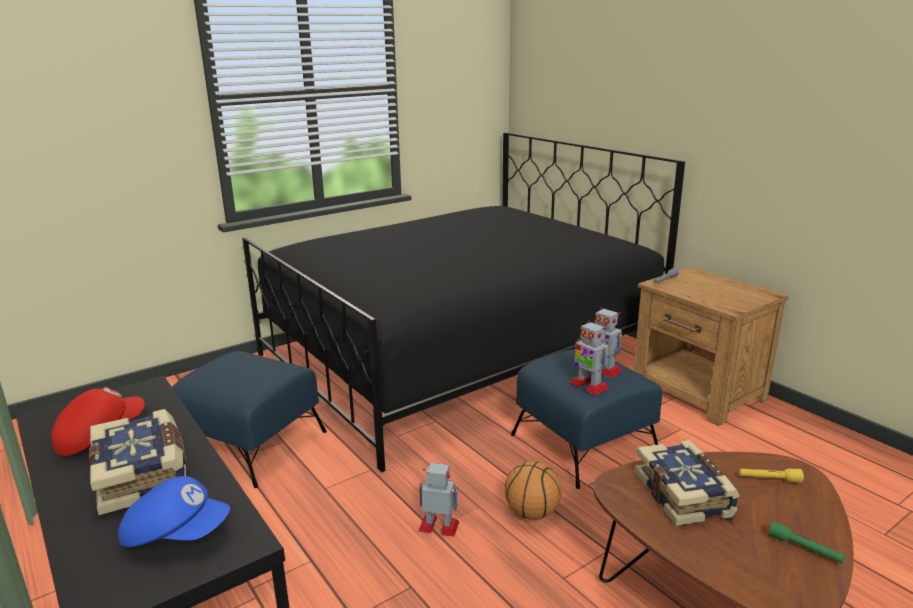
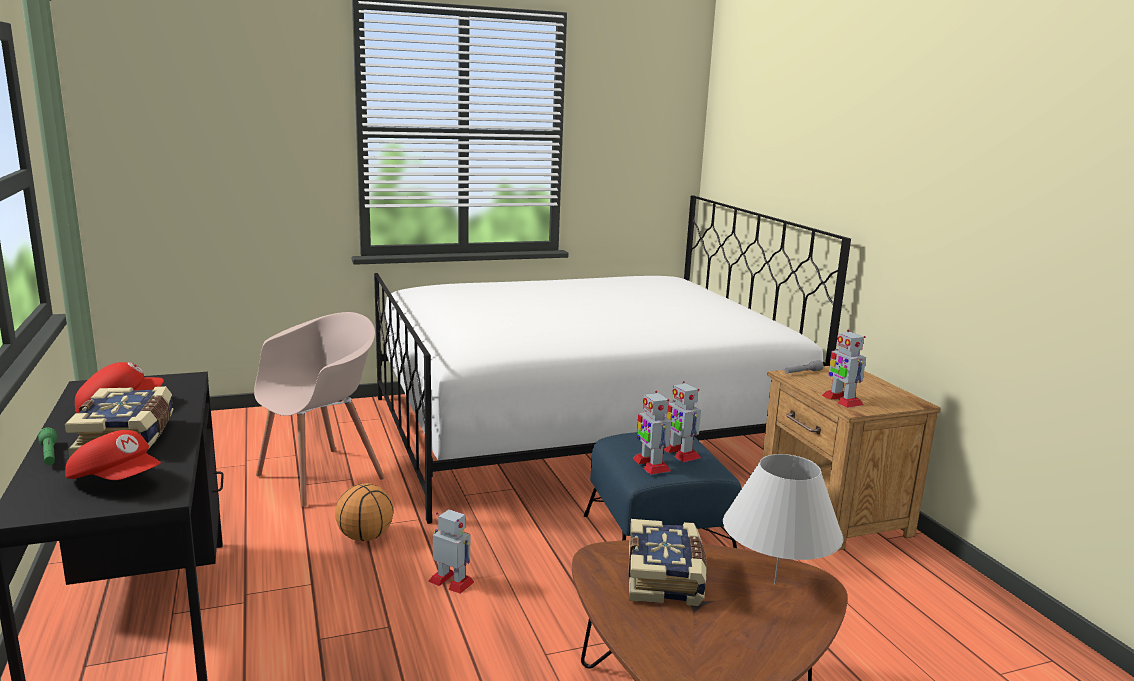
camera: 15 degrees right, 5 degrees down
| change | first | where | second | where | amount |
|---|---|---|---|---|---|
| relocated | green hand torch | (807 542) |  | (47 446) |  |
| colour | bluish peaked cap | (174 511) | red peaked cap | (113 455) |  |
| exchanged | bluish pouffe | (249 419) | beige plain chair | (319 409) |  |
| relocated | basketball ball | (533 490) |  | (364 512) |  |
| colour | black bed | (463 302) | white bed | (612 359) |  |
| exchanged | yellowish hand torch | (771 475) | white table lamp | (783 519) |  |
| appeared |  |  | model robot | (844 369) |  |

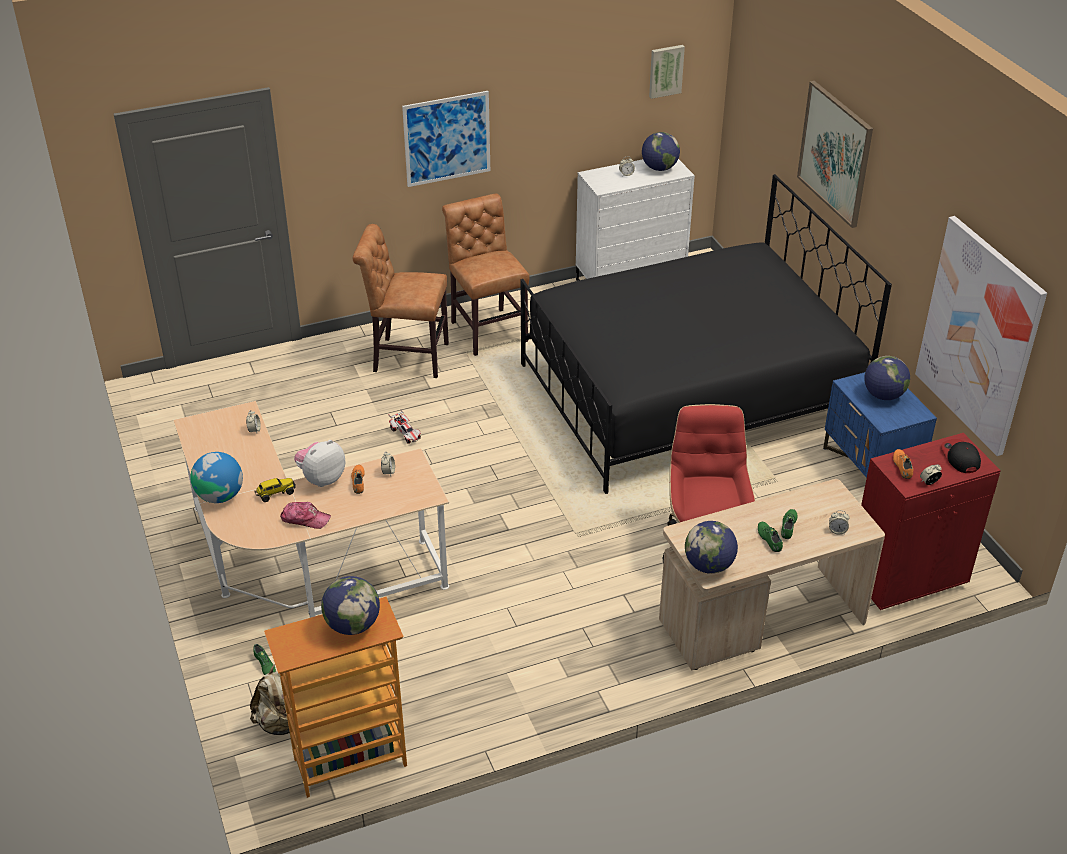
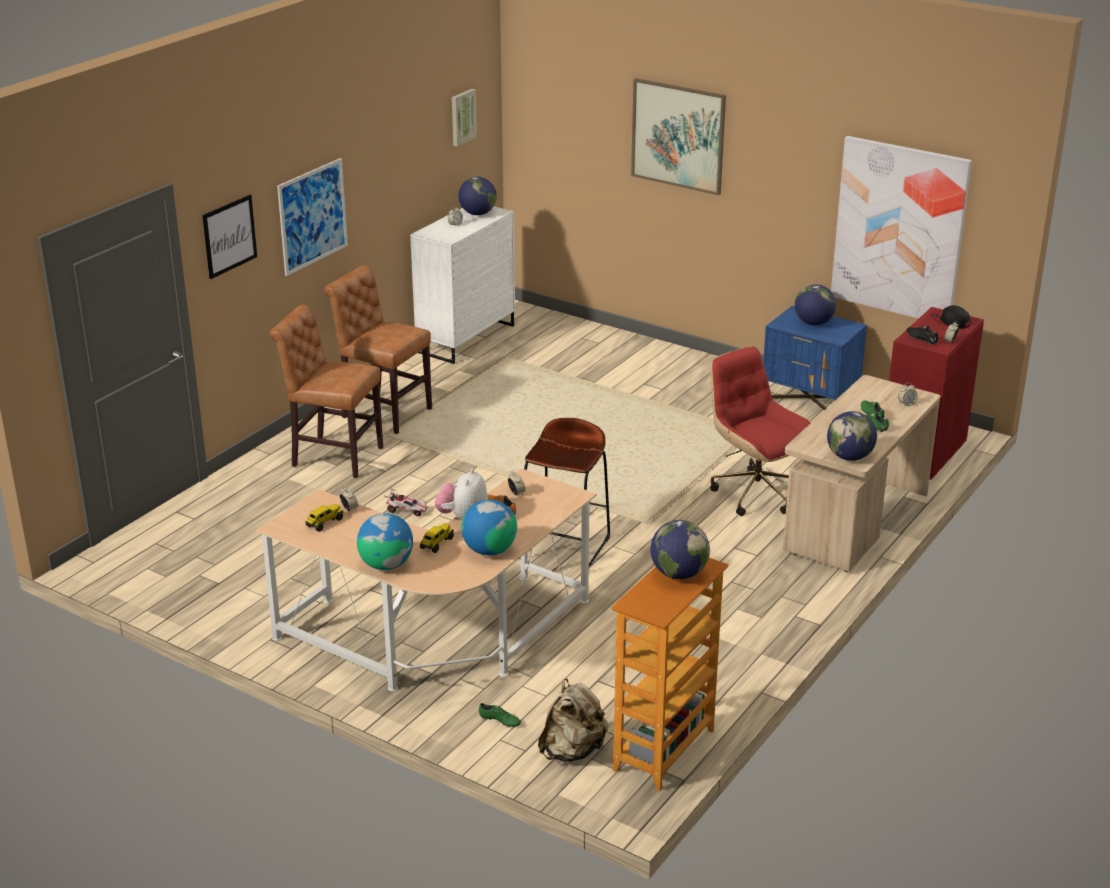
camera: 35 degrees left, 10 degrees down
| change | first | where | second | where | amount |
|---|---|---|---|---|---|
| appeared |  |  | wall art | (229 237) |  |
| spun | brown-coloured plain chair | (401 301) |  | (326 391) | 45 degrees clockwise |
| appeared |  |  | toy truck | (324 518) |  |
| exchanged | peaked cap | (305 515) | world globe | (489 527) |  |
| appeared |  |  | brown-coloured sitting stool | (564 492) |  |
| colour | orange item of footwear | (903 464) | black item of footwear | (922 335) |  |
| missing | black bed | (706 334) |  |  |  |

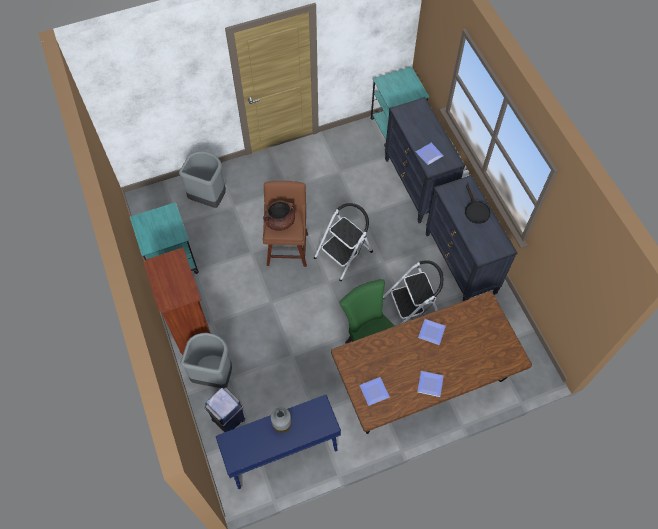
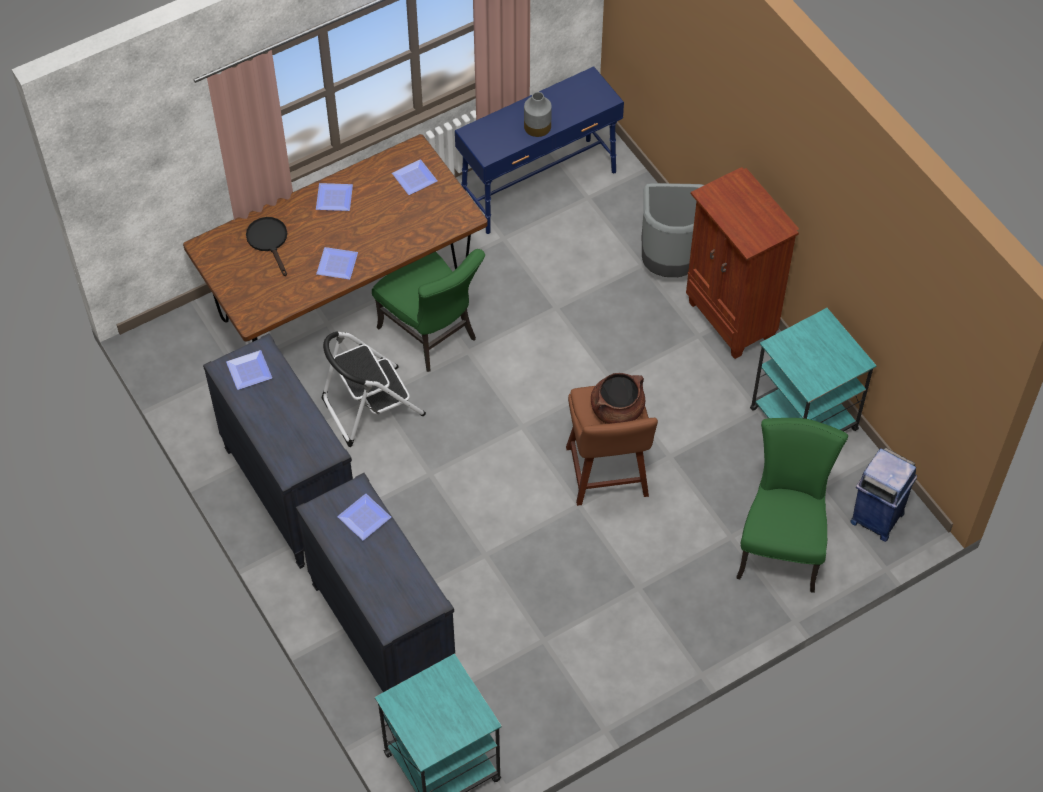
camera: 170 degrees right, 5 degrees down
| change | first | where | second | where | amount |
|---|---|---|---|---|---|
| appeared |  |  | dinner plate | (249 370) |  |
| relocated | black skillet | (478 204) |  | (266 246) |  |
| exchanged | grey trash can | (202 180) | green plain chair | (792 505) |  |
| relocated | bluish trash can | (224 409) |  | (883 495) |  |
| missing | step ladder | (343 242) |  |  |  |

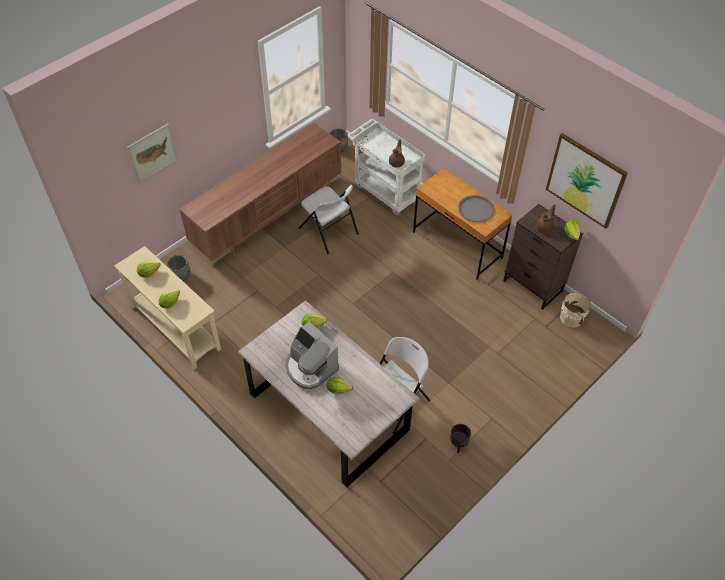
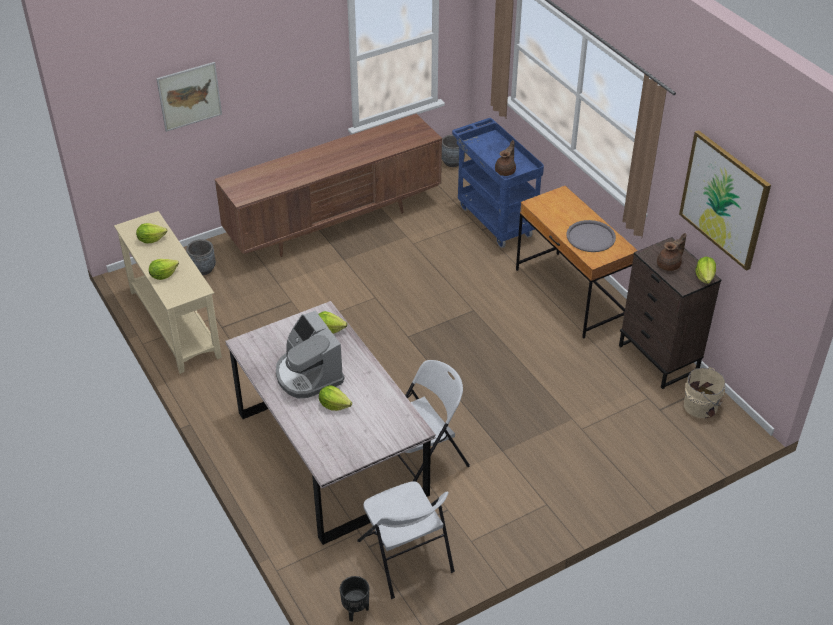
camera: 15 degrees right, 10 degrees down
| change | first | where | second | where | amount |
|---|---|---|---|---|---|
| relocated | black plant pot | (460 438) |  | (354 599) |  |
| relocated | white plain chair | (328 220) |  | (406 540) |  |
| colour | white cart | (386 167) | bluish cart | (498 183) |  |

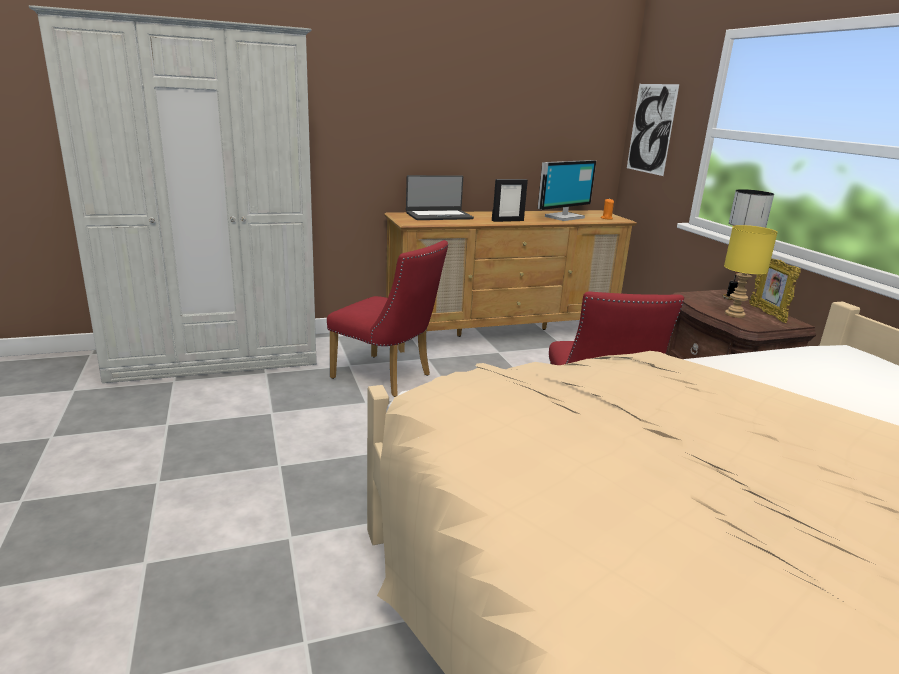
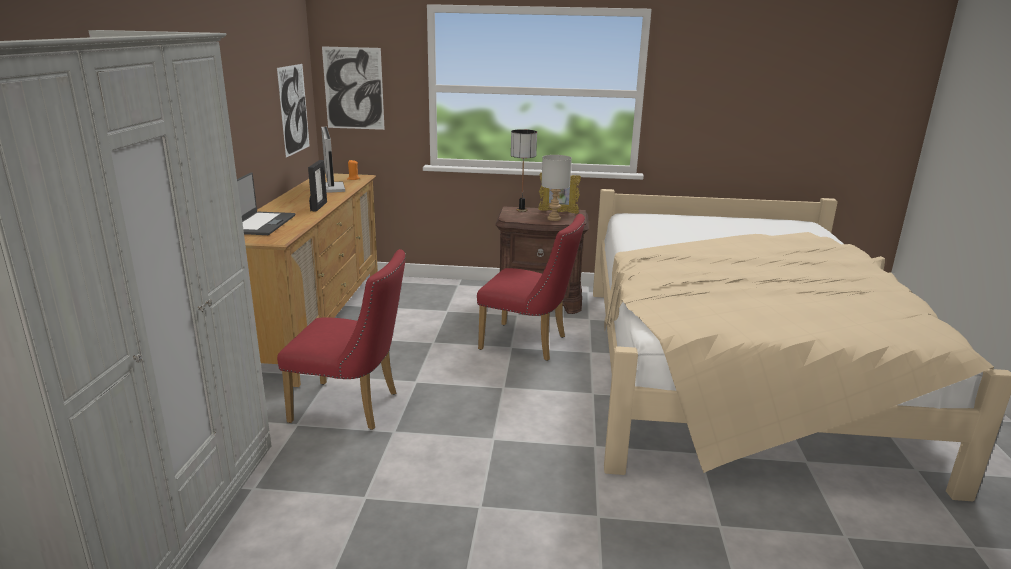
camera: 65 degrees left, 0 degrees up
| change | first | where | second | where | amount |
|---|---|---|---|---|---|
| appeared |  |  | wall art | (293 110) |  |
| spun | red plain chair | (387 318) |  | (341 339) | 45 degrees clockwise |
| colour | yellowish table lamp | (751 271) | grey table lamp | (556 188) |  |

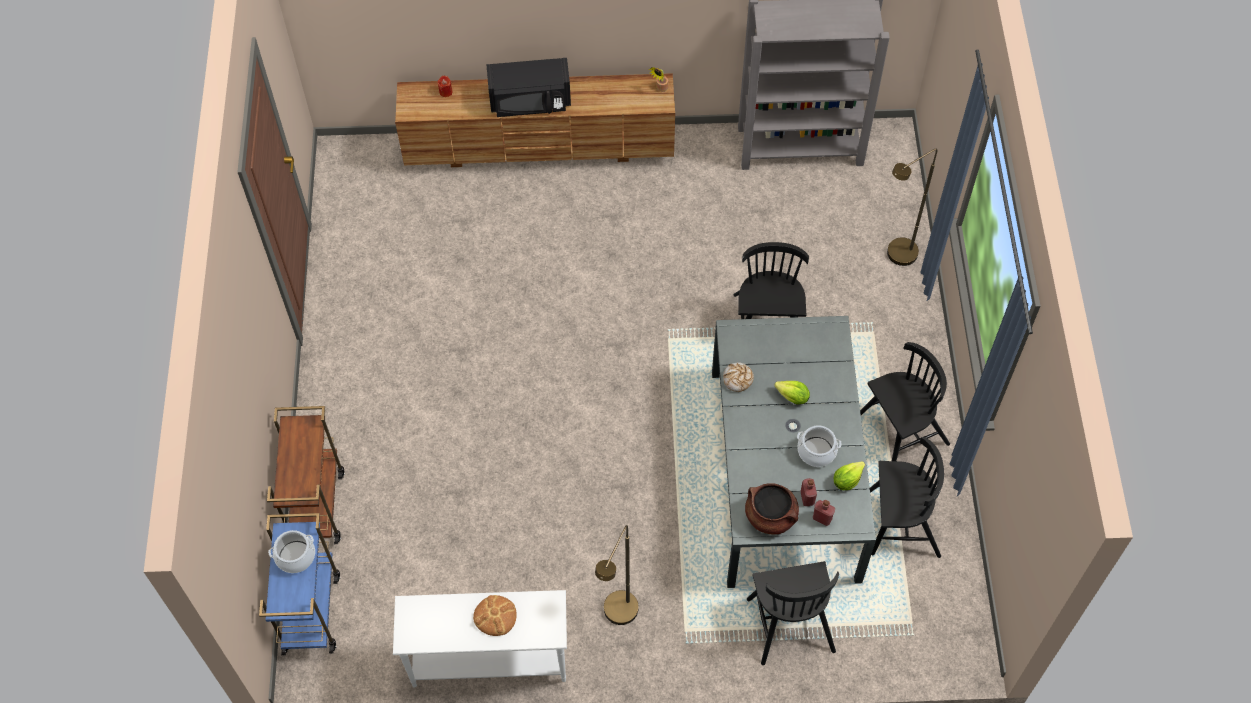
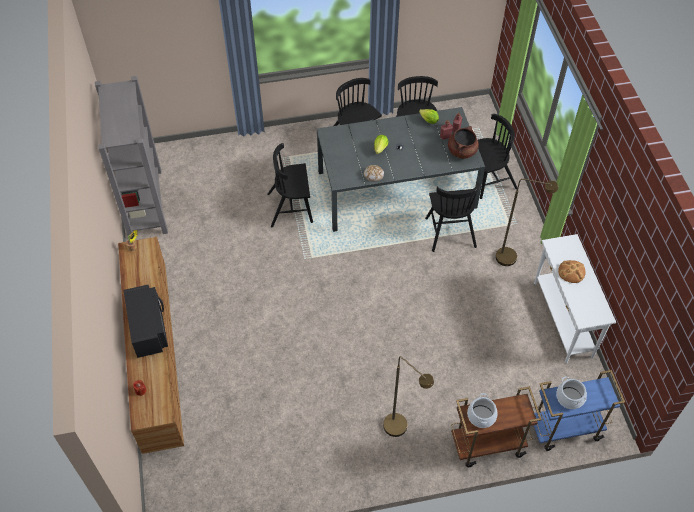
camera: 100 degrees left, 5 degrees down
| change | first | where | second | where | amount |
|---|---|---|---|---|---|
| relocated | brown-coloured standard lamp | (912 207) |  | (408 396) |  |
| appeared |  |  | black plain chair | (453 217) |  |
| relocated | stockpot | (819 446) |  | (482 410) |  |

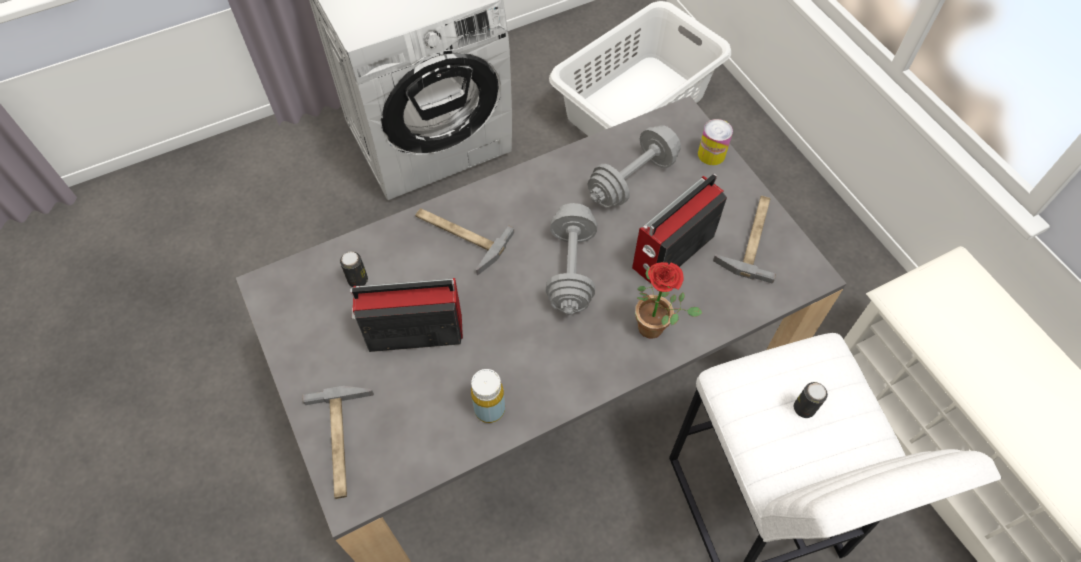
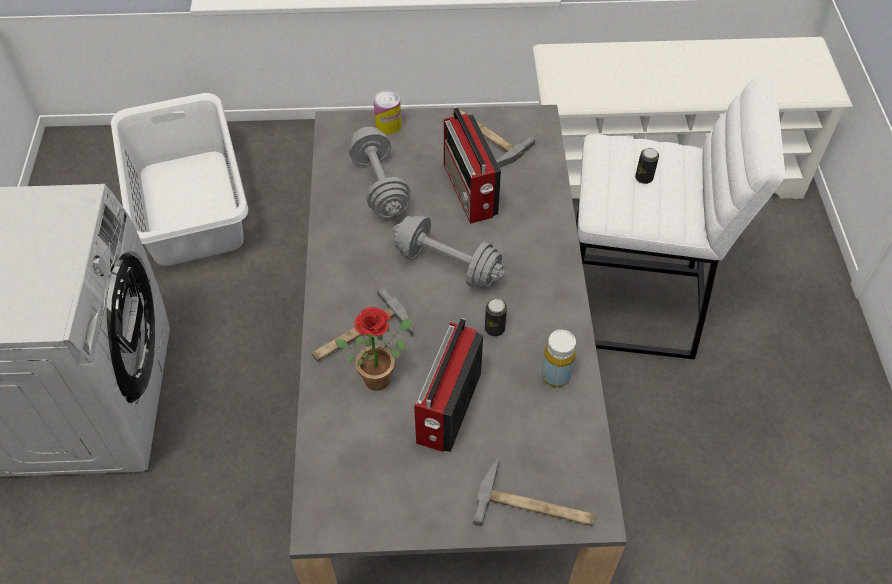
camera: 65 degrees left, 5 degrees down
| change | first | where | second | where | amount |
|---|---|---|---|---|---|
| relocated | plant in a pot | (668 300) |  | (373 349) |  |
| relocated | can | (354 269) |  | (496 317) |  |

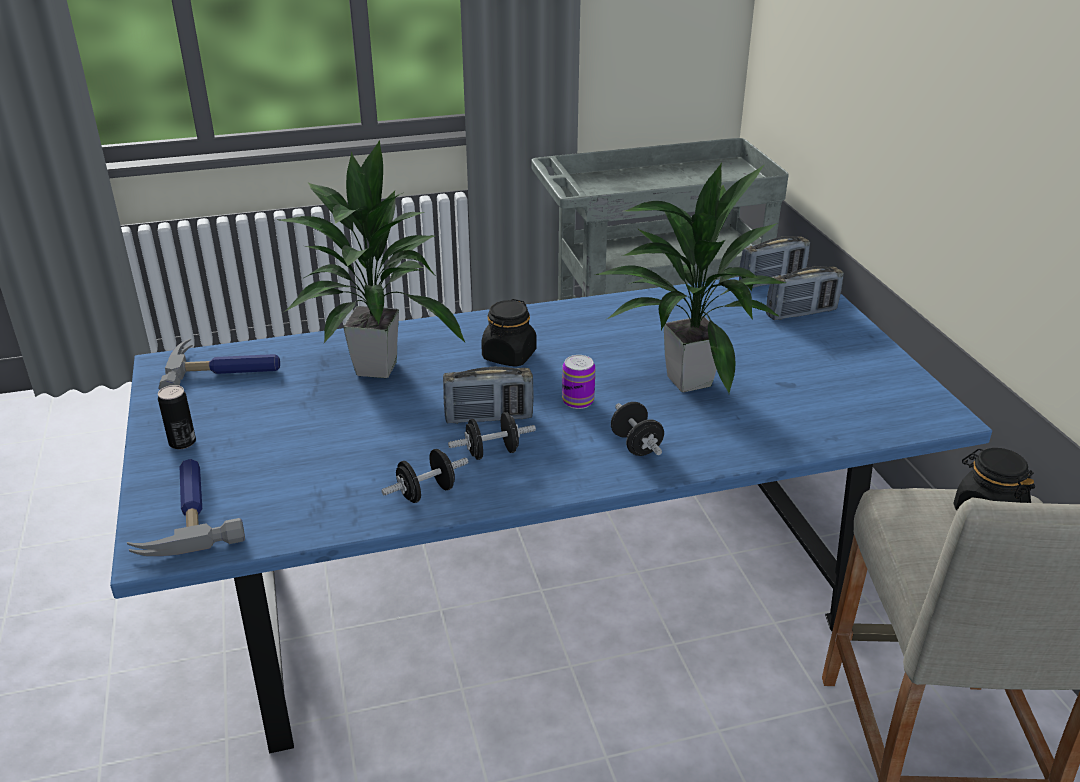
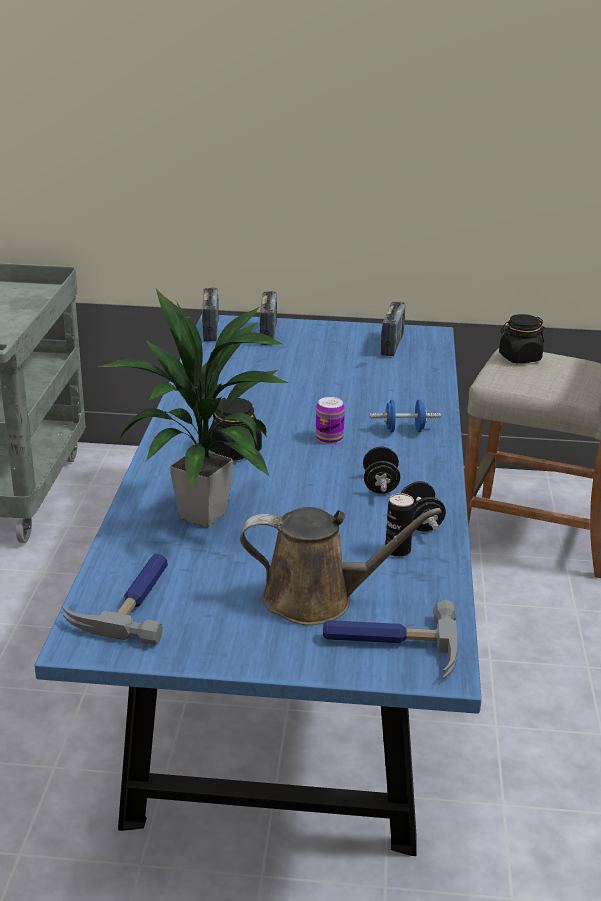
camera: 70 degrees left, 5 degrees down
| change | first | where | second | where | amount |
|---|---|---|---|---|---|
| appeared |  |  | brown-coloured watering can | (340 566) |  |
| colour | black dumbbell | (637 429) | bluish dumbbell | (405 416) |  |
| relocated | radio receiver | (488 395) |  | (393 329) |  |
| relocated | can | (177 417) |  | (399 525) |  |
| missing | plant in a pot | (690 278) |  |  |  |

